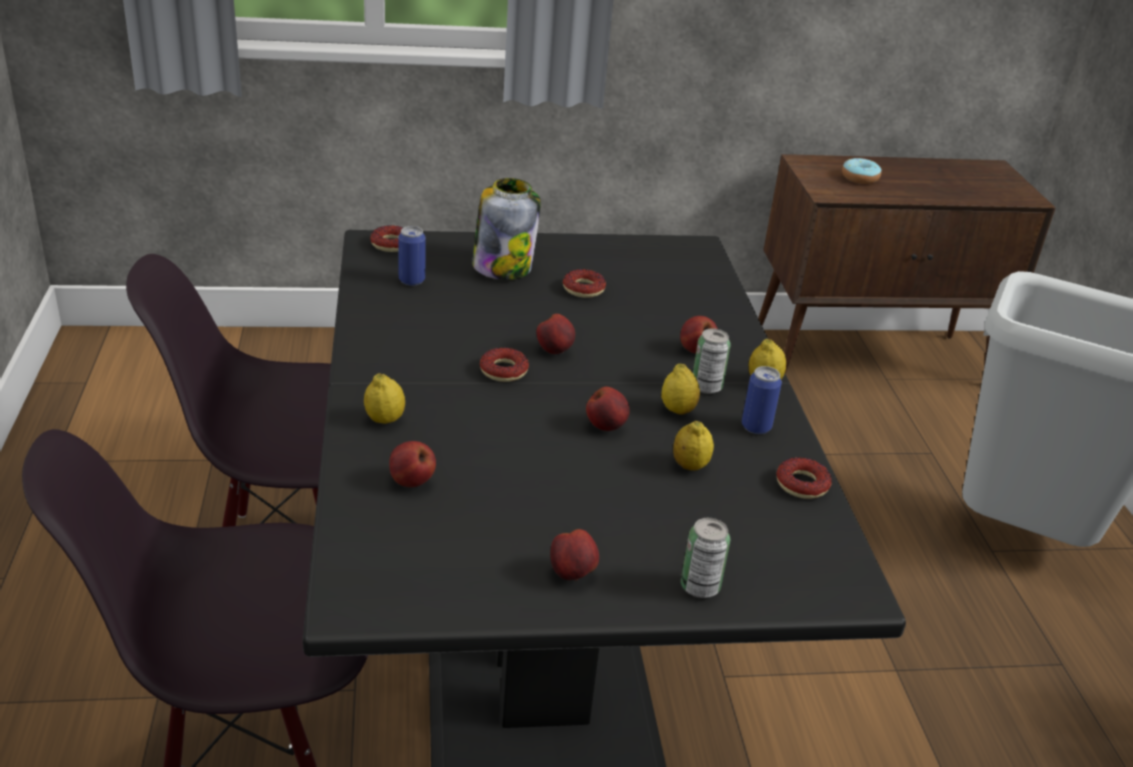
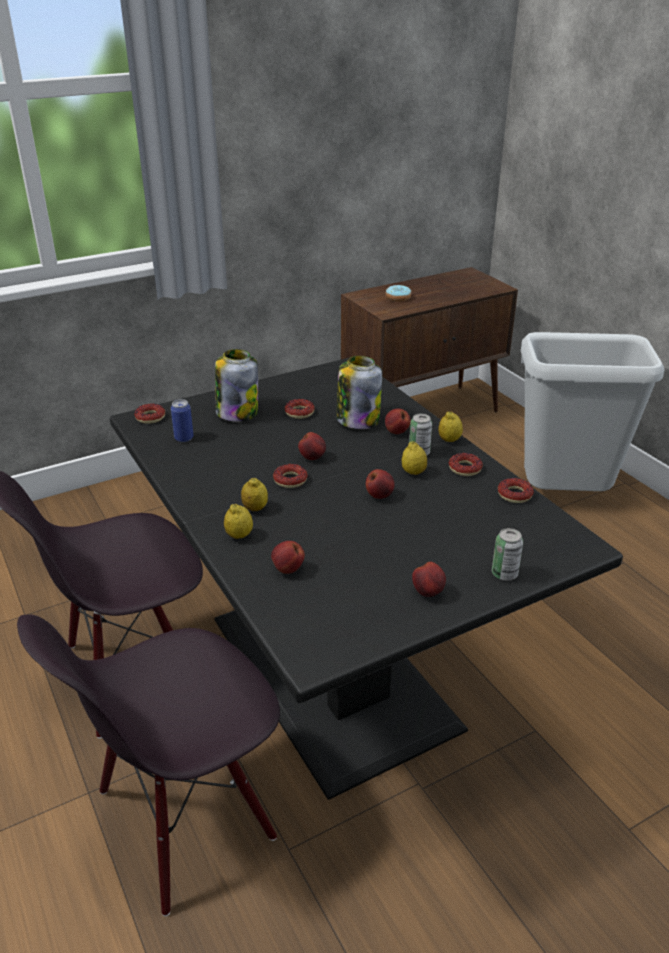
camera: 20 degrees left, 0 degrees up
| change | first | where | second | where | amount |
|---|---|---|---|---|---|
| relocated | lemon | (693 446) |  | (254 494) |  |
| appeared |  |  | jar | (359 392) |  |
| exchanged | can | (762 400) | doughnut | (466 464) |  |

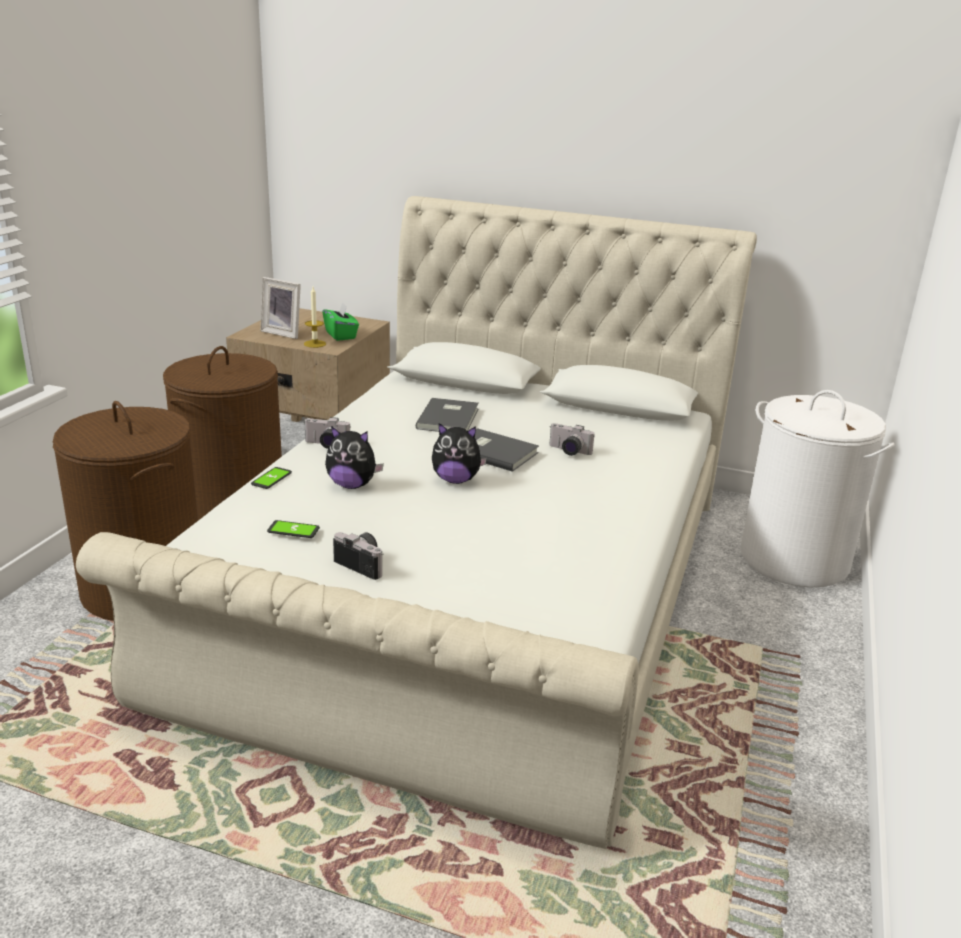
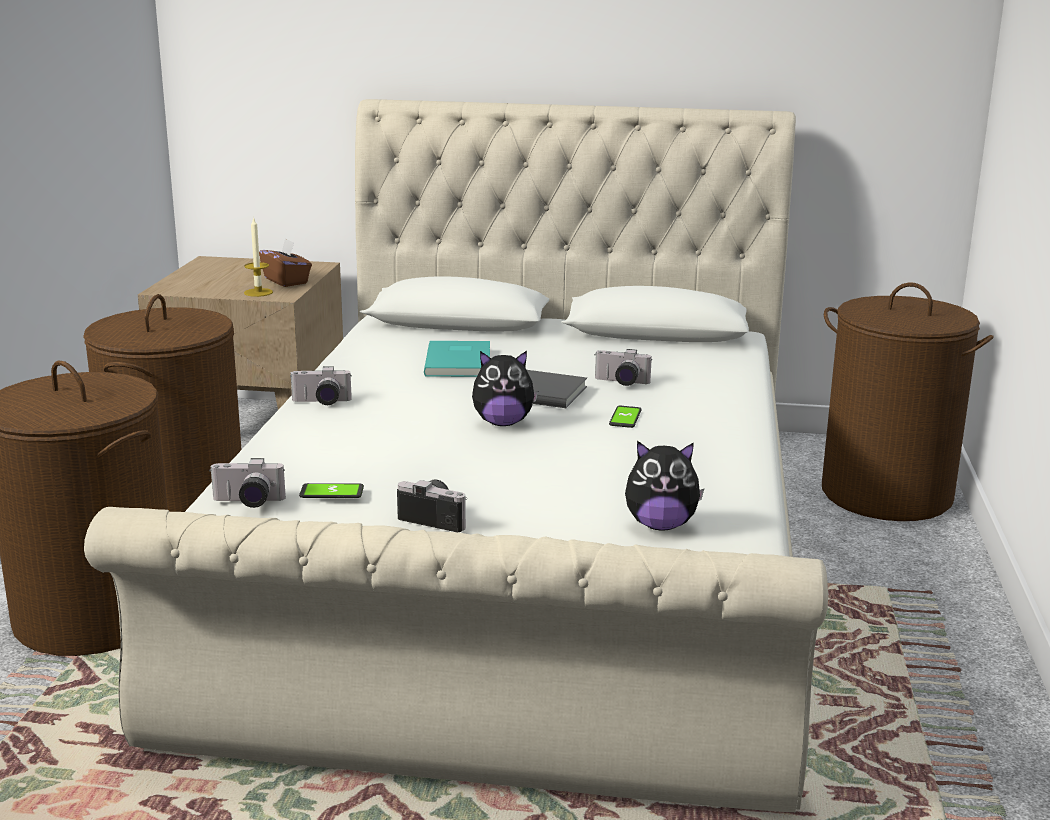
camera: 10 degrees left, 5 degrees down
| change | first | where | second | where | amount |
|---|---|---|---|---|---|
| appeared |  |  | still camera | (247 483) |  |
| colour | green tissue box | (341 321) | brown-coloured tissue box | (285 262) |  |
| colour | grey book | (447 415) | turquoise-coloured book | (457 359) |  |
| relocated | handset | (271 478) |  | (625 417) |  |
| relocated | plush toy | (354 457) |  | (664 486) |  |
| colour | white washing basket | (818 488) | brown-coloured washing basket | (908 402) |  |
| missing | standing frame | (281 308) |  |  |  |

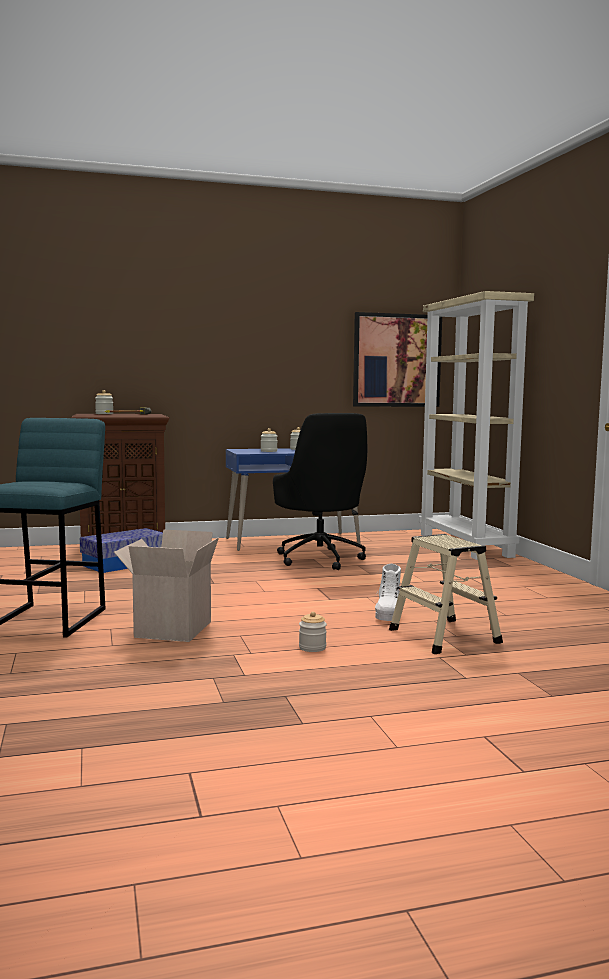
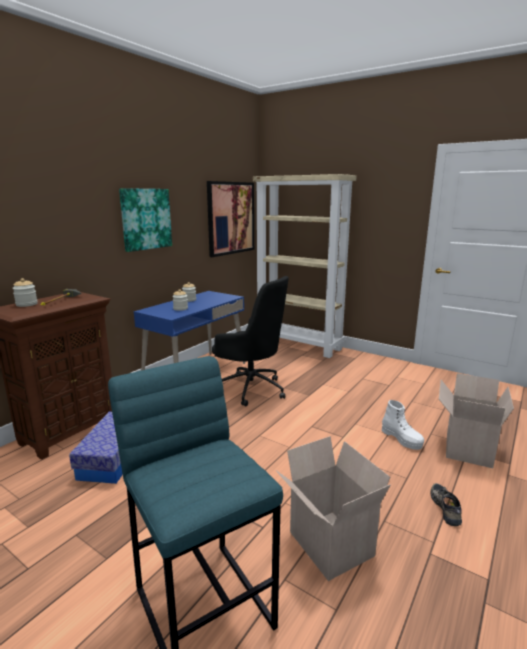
camera: 40 degrees left, 10 degrees up
| change | first | where | second | where | amount |
|---|---|---|---|---|---|
| appeared |  |  | wall art | (145 220) |  |
| exchanged | jar | (313 632) | item of footwear | (446 504) |  |
| exchanged | beige step ladder | (446 594) | cardboard box | (476 420) |  |

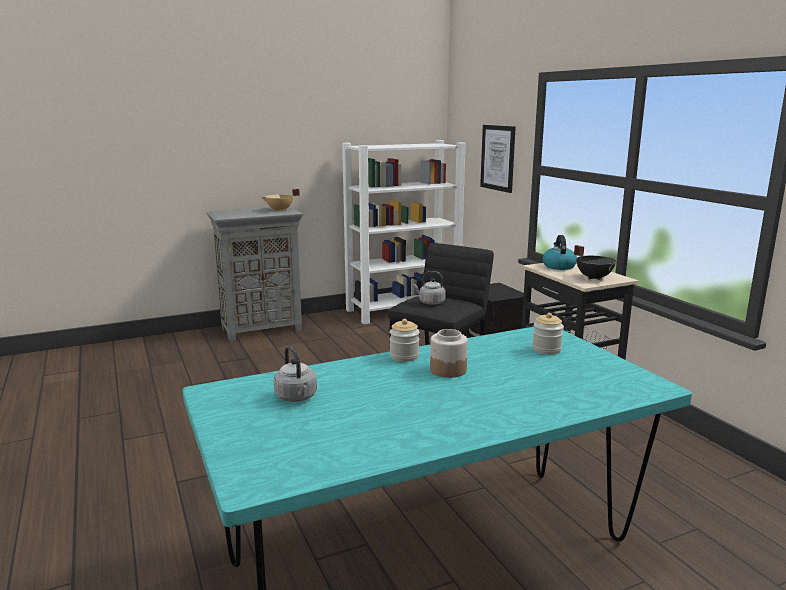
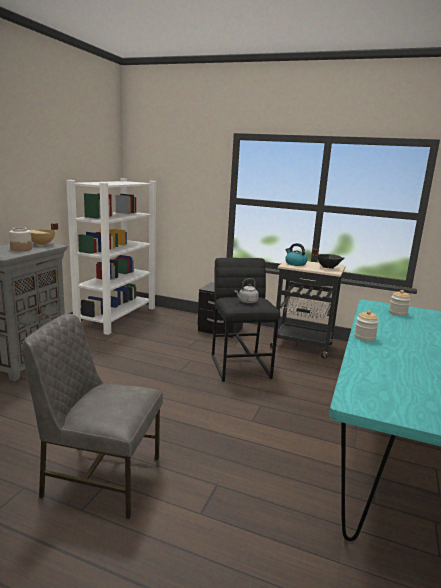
camera: 45 degrees left, 0 degrees up
| change | first | where | second | where | amount |
|---|---|---|---|---|---|
| relocated | jar | (449 353) |  | (20 239) |  |
| appeared |  |  | grey plain chair | (92 416) |  |
| missing | grey kettle | (295 374) |  |  |  |
| missing | wall art | (498 159) |  |  |  |

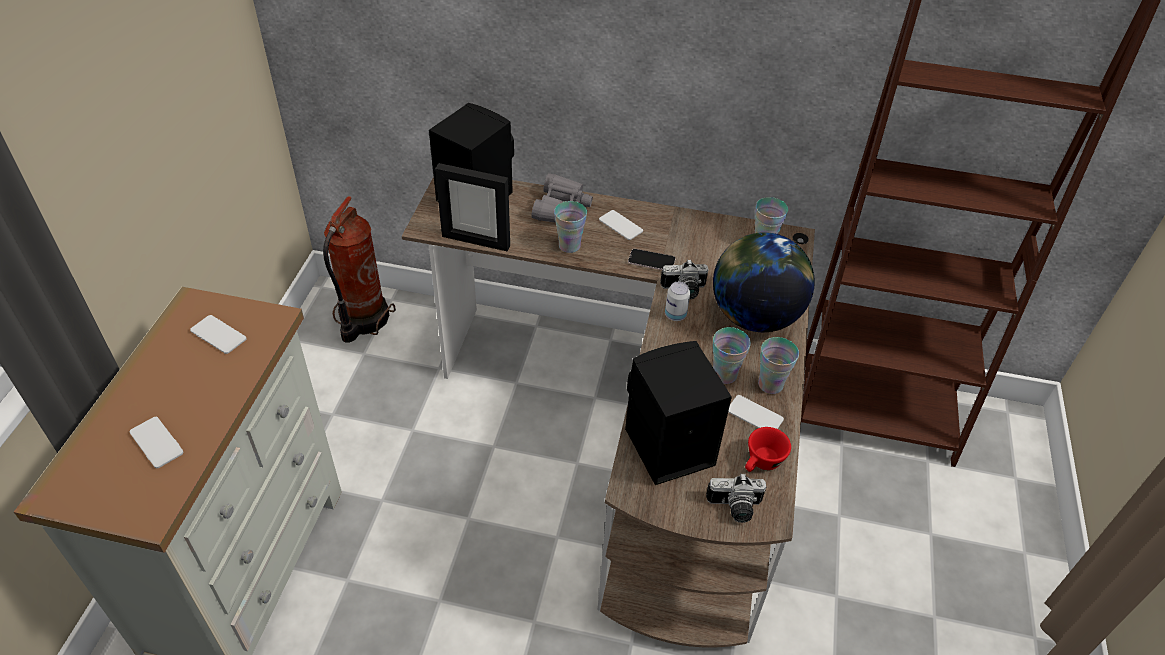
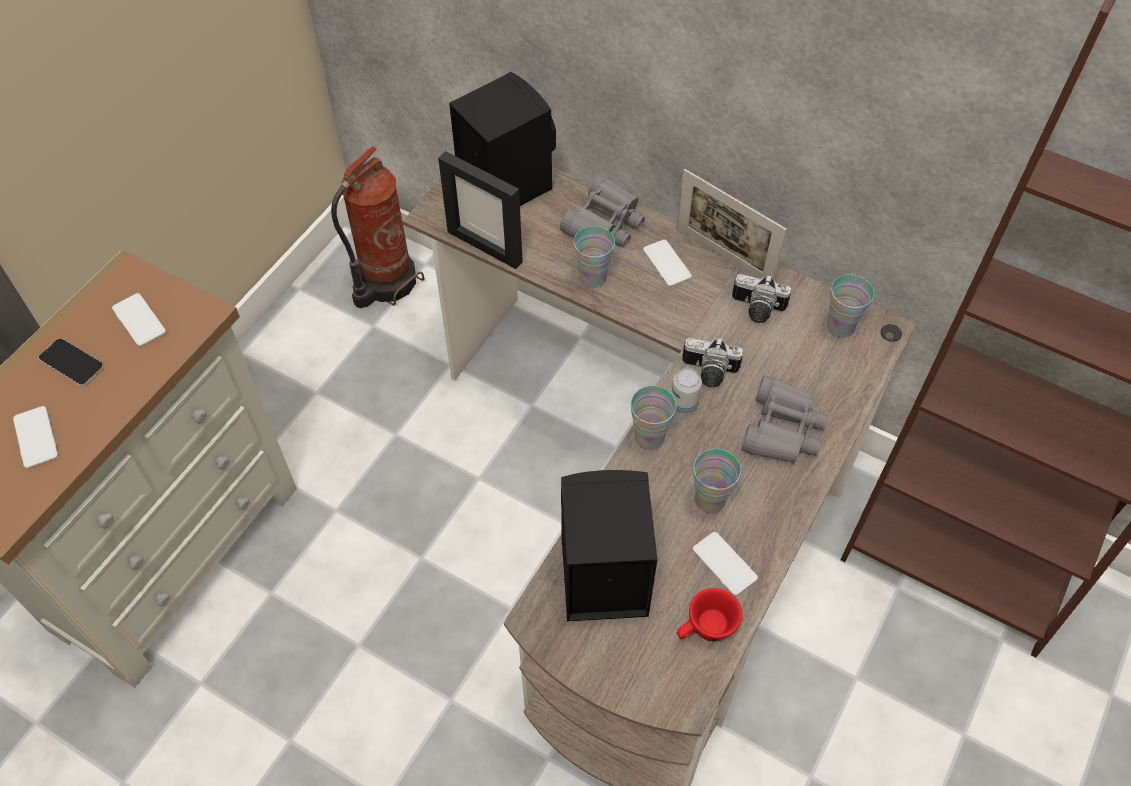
camera: 20 degrees right, 10 degrees up
| change | first | where | second | where | amount |
|---|---|---|---|---|---|
| relocated | handset | (652 259) |  | (71 362) |  |
| relocated | small cup | (778 365) |  | (653 418) |  |
| appeared |  |  | standing frame | (731 224) |  |
| relocated | still camera | (736 498) |  | (761 298) |  |
| exchanged | world globe | (764 282) | grey field glasses | (784 419) |  |

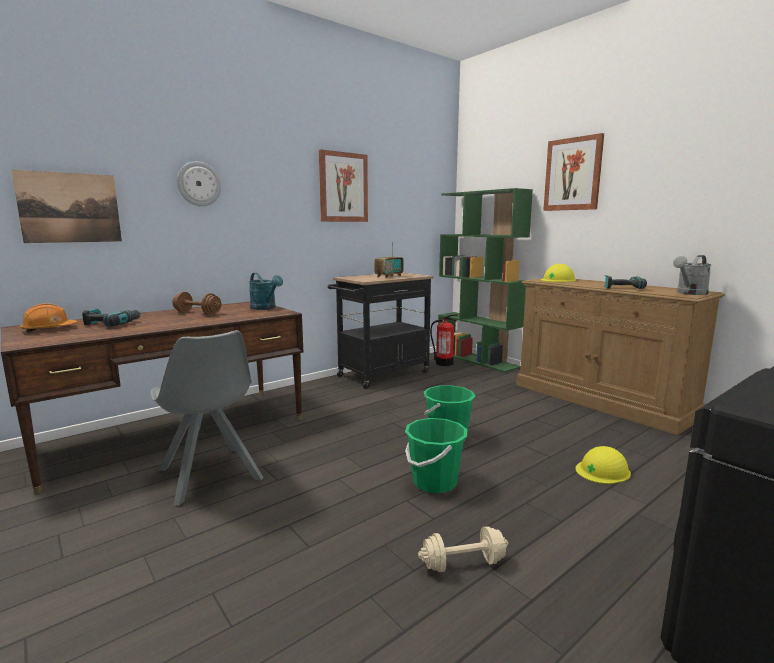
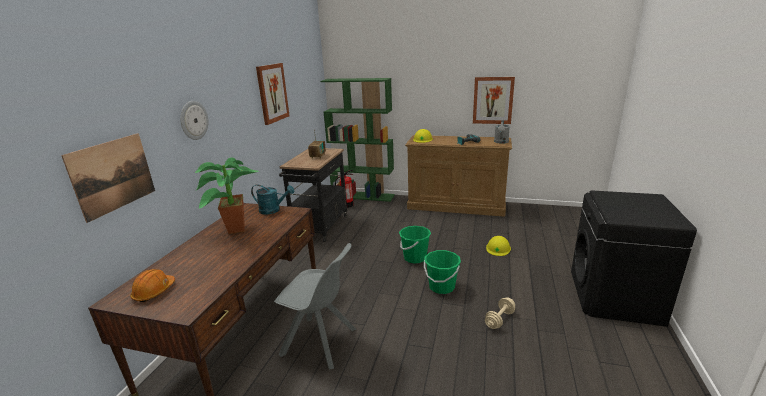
camera: 35 degrees left, 10 degrees up
| change | first | where | second | where | amount |
|---|---|---|---|---|---|
| exchanged | brown-coloured dumbbell | (196 303) | plant in a pot | (226 196) |  |
| relocated | wall art | (573 172) |  | (494 100) |  |
| missing | electric drill | (112 318) |  |  |  |

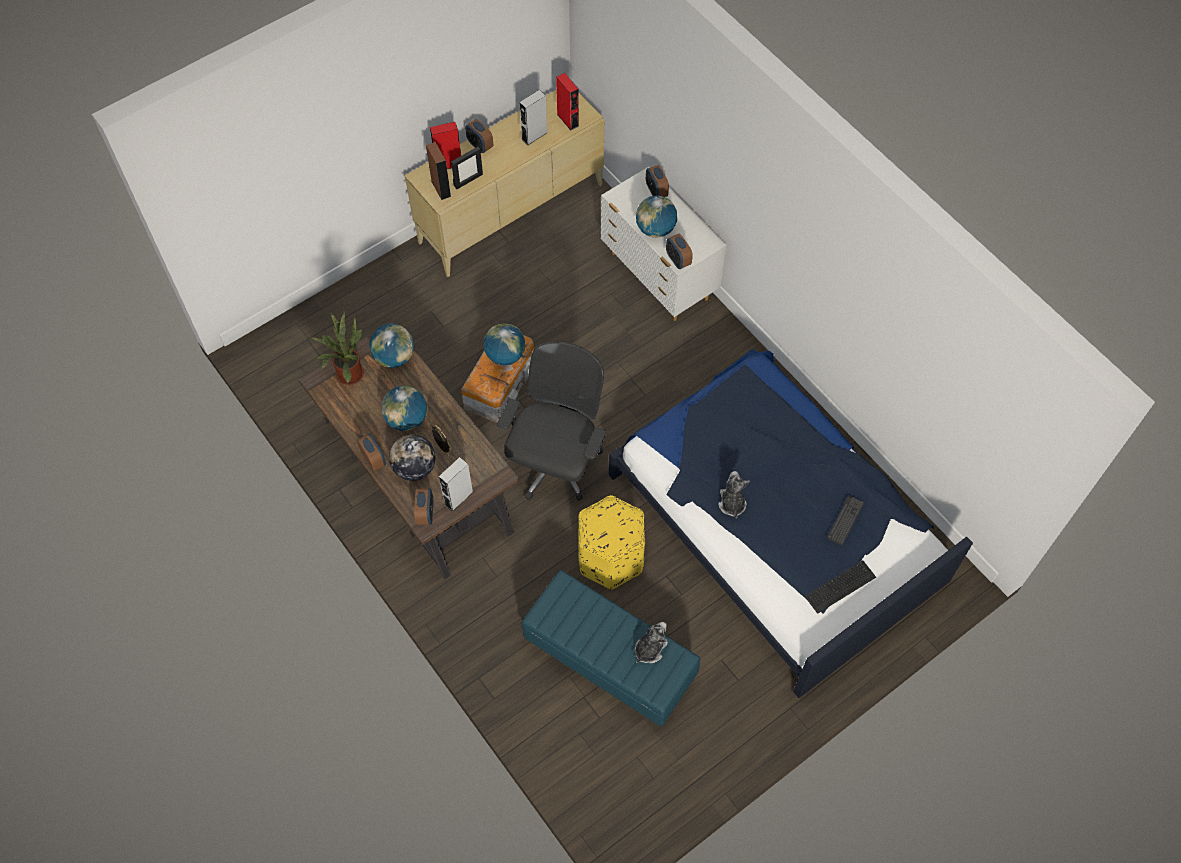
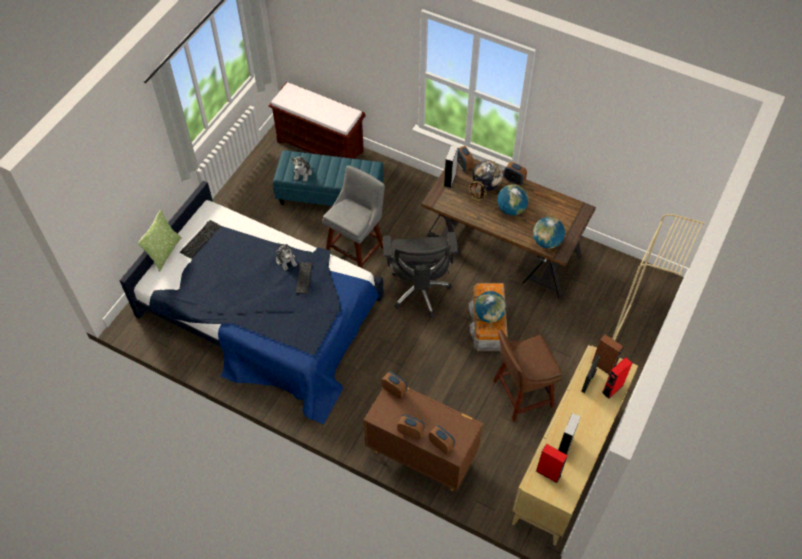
camera: 155 degrees right, 5 degrees down
| change | first | where | second | where | amount |
|---|---|---|---|---|---|
| appeared |  |  | cushion | (160 241) |  |
| appeared |  |  | brown-coloured long seat | (317 120) |  |
| relocated | PC keyboard | (845 520) |  | (304 278) |  |
| exchanged | yellowish pouffe | (611 542) | grey plain chair | (353 217) |  |
| colour | white drawer chest | (664 244) | brown-coloured drawer chest | (423 439) |  |
| relocated | table clock | (479 136) |  | (410 426) |  |
| appeared |  |  | brown-coloured plain chair | (527 375) |  |
| appeared |  |  | beige garment stand | (658 277) |  |
| missing | plant in a pot | (337 347) |  |  |  |
| missing | world globe | (656 216) |  |  |  |

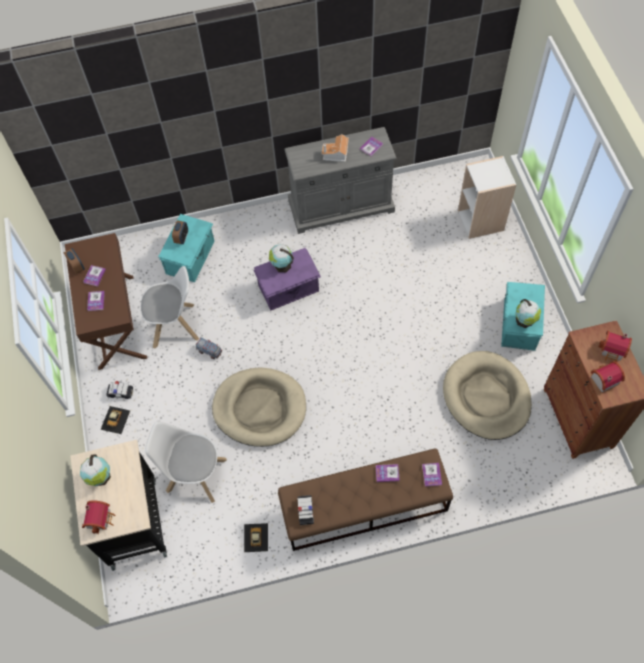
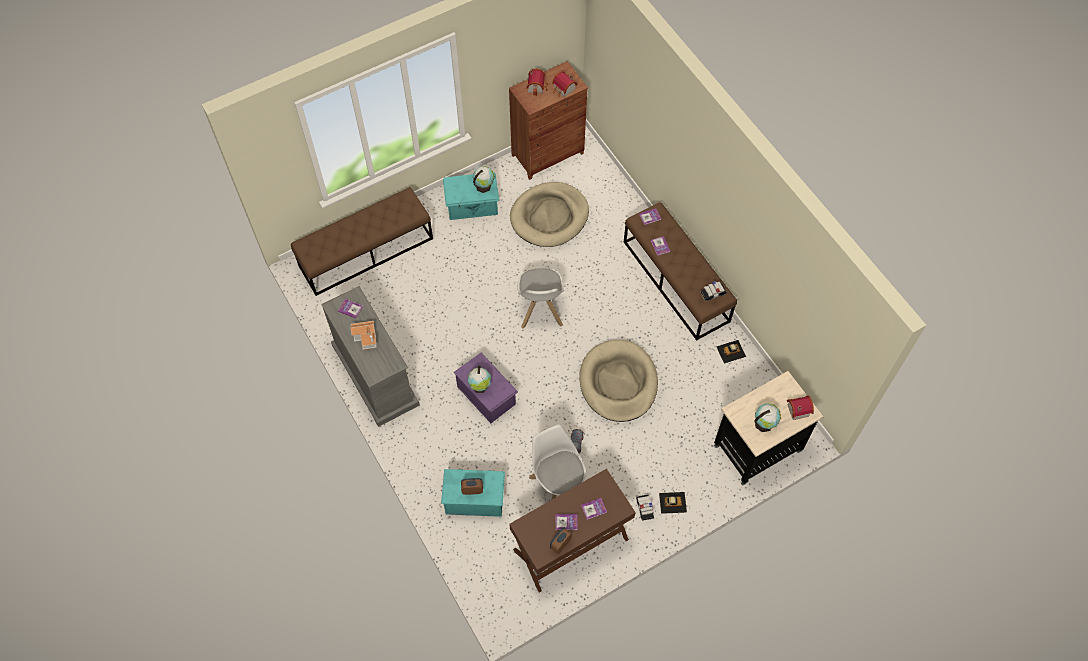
camera: 110 degrees left, 0 degrees up
| change | first | where | second | where | amount |
|---|---|---|---|---|---|
| exchanged | shelving unit | (487 197) | brown-coloured long seat | (362 241) |  |
| relocated | plain chair | (186 462) |  | (541 298) |  |

